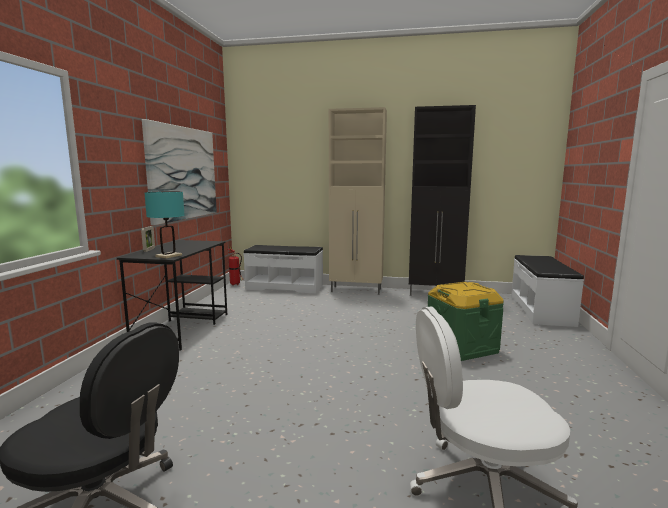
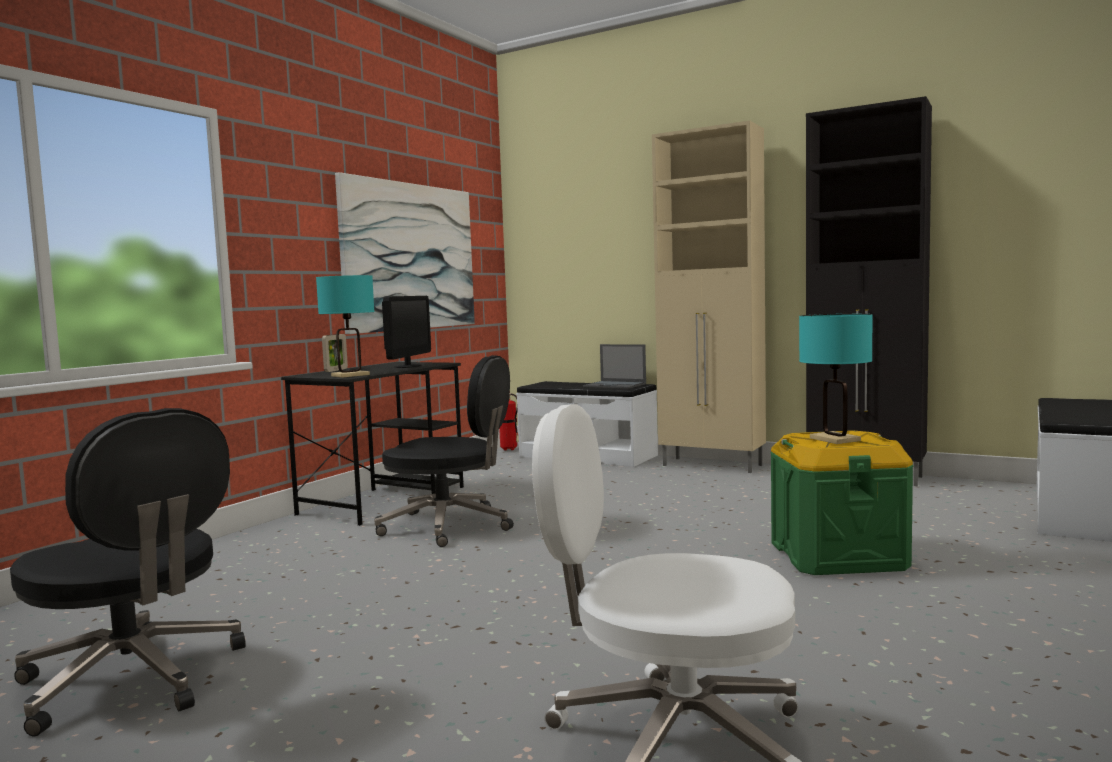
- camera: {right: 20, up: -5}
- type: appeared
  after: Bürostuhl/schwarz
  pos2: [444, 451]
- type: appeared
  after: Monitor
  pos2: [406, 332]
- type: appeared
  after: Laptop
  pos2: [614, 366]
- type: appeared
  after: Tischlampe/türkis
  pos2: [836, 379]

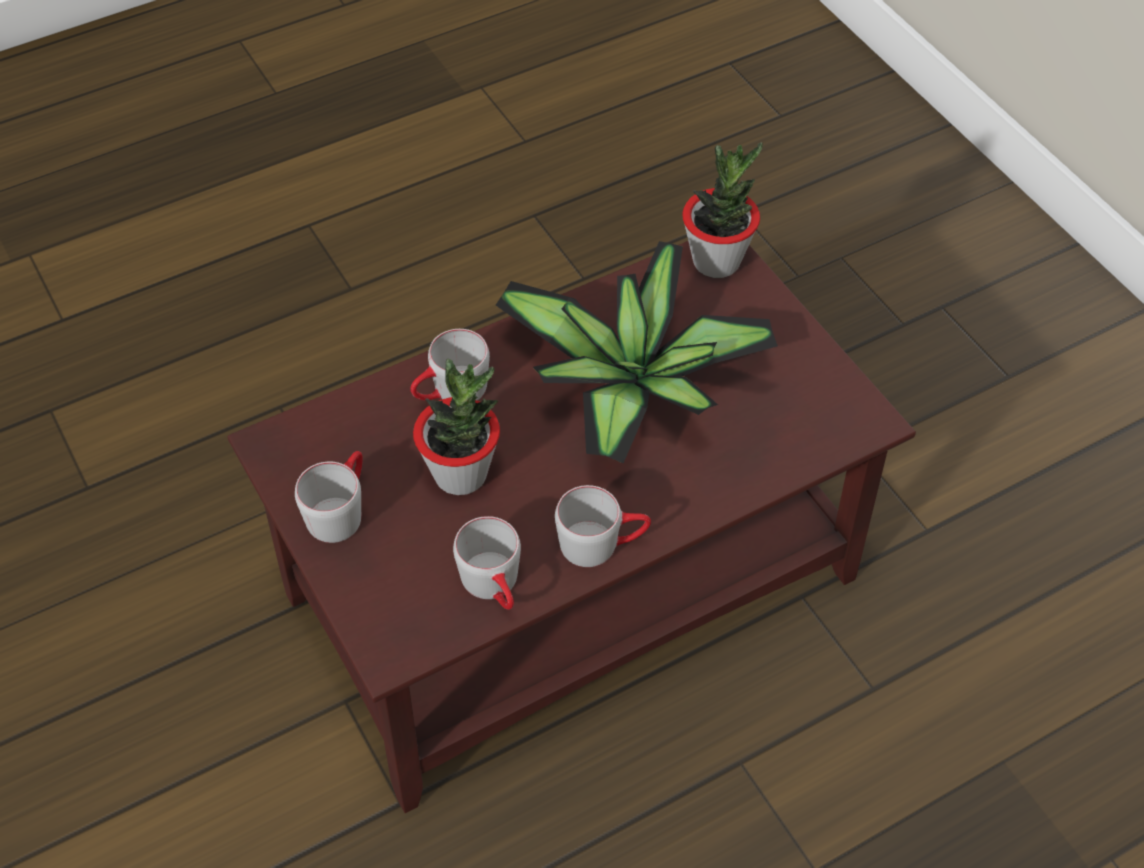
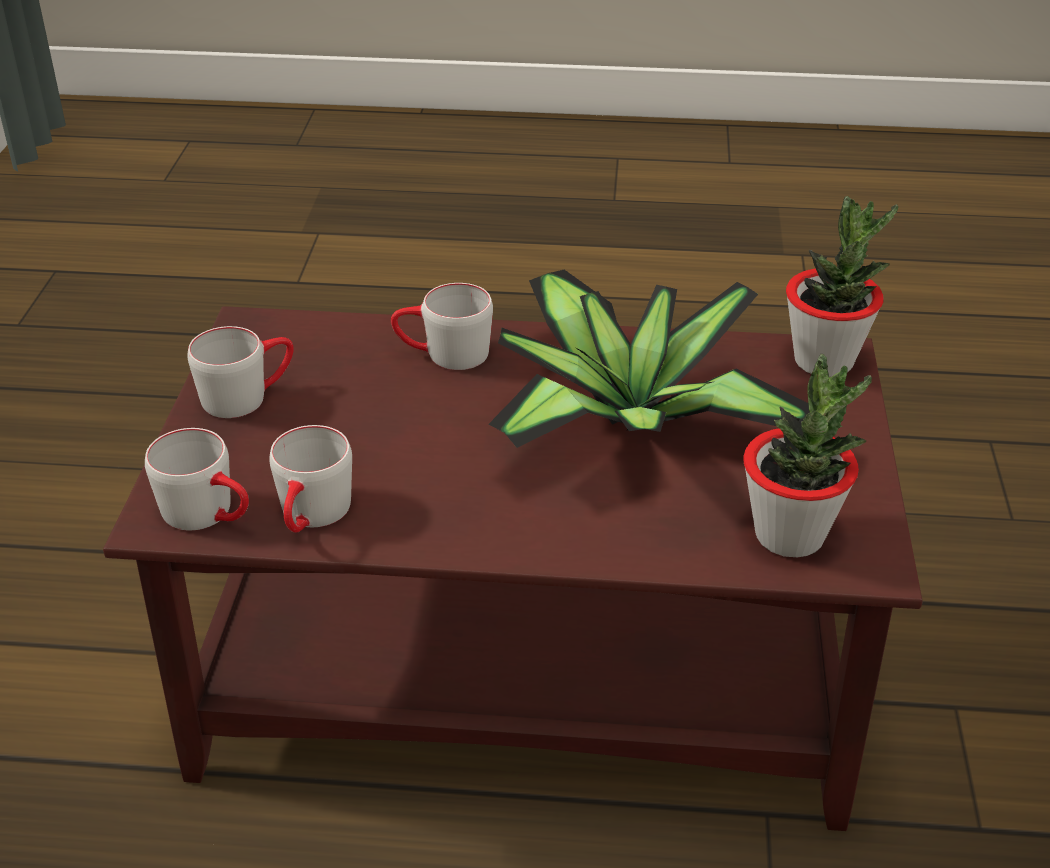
- camera: {right: 35, up: -15}
- type: relocated
  before: Henkelbecher/grau
  pos1: [603, 526]
  pos2: [197, 479]
- type: relocated
  before: Topfpflanze
  pos1: [456, 426]
  pos2: [807, 455]

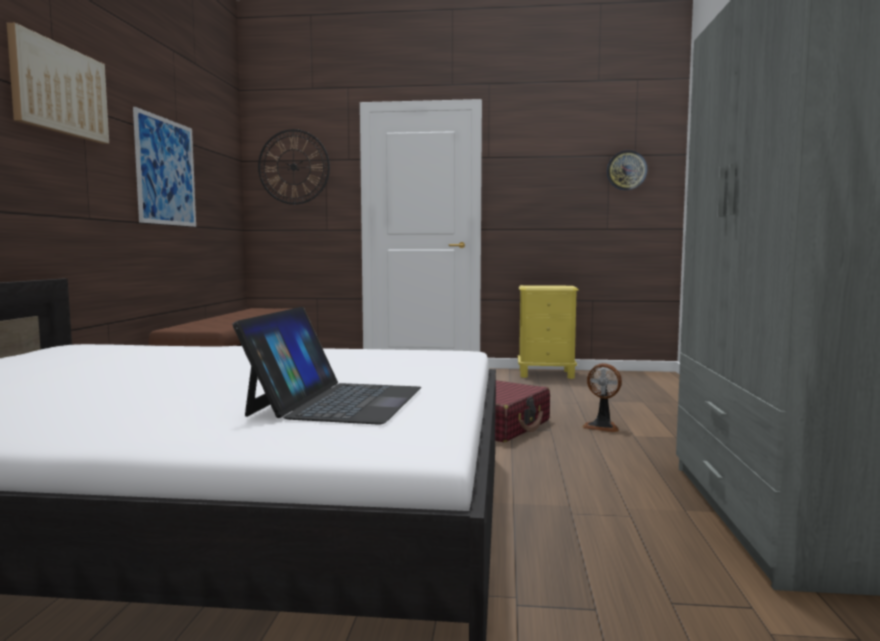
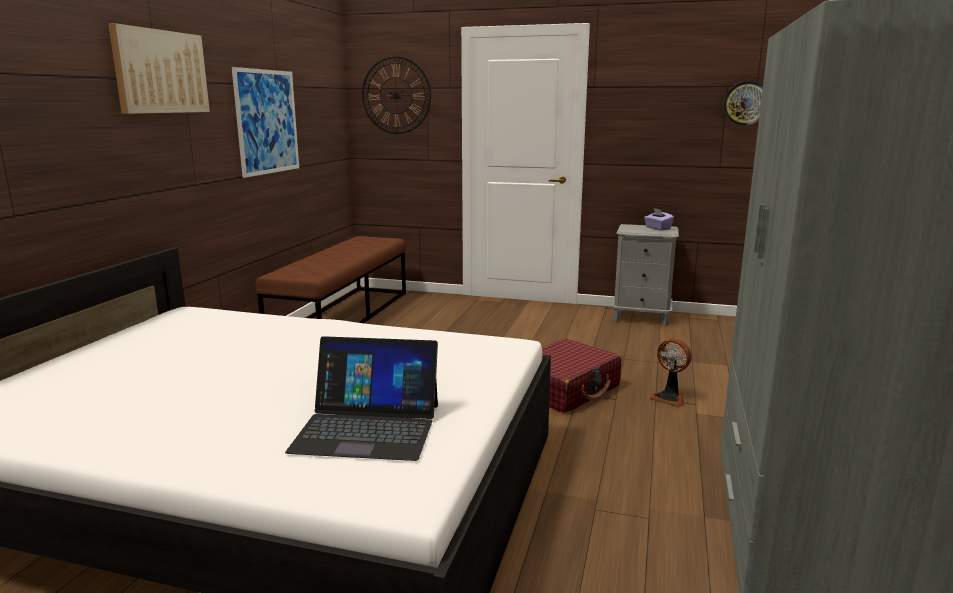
- camera: {right: 10, up: 10}
- type: spun
  before: Laptop
  pos1: [326, 366]
  pos2: [361, 398]
  turn: 75
- type: colour
  before: Nachttisch/gelb
  after: Nachttisch/grau
  pos1: [548, 332]
  pos2: [645, 275]
- type: appeared
  after: Taschentuchbox/lila
  pos2: [659, 219]

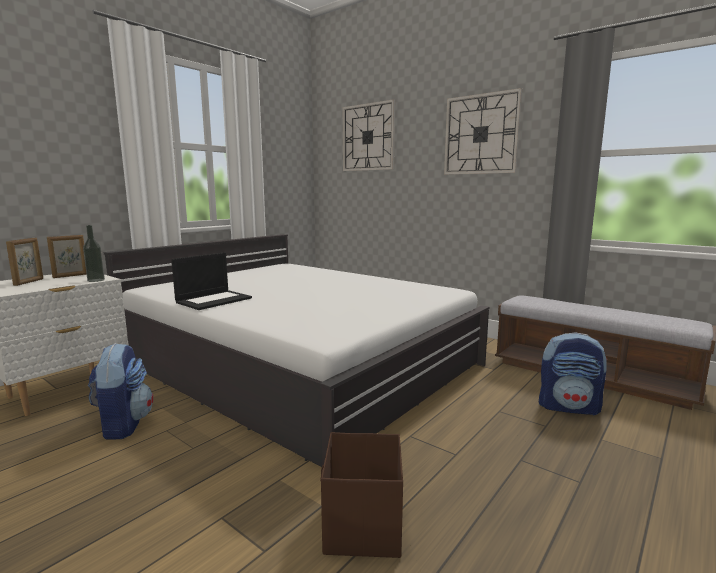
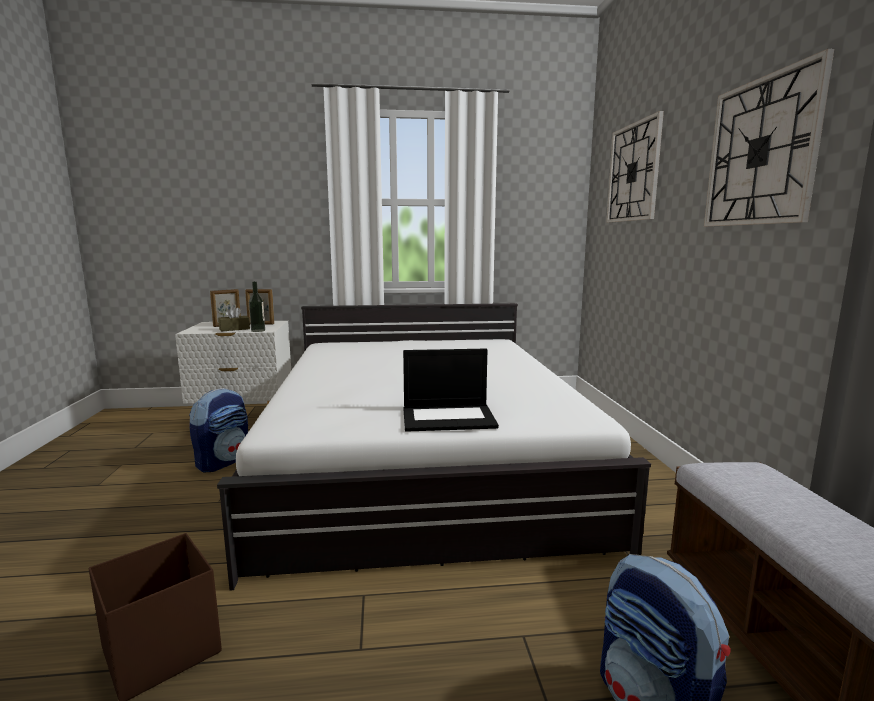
- camera: {right: 45, up: 0}
- type: appeared
  after: Taschentuchbox/braun
  pos2: [234, 319]
- type: relocated
  before: Laptop
  pos1: [211, 281]
  pos2: [451, 390]

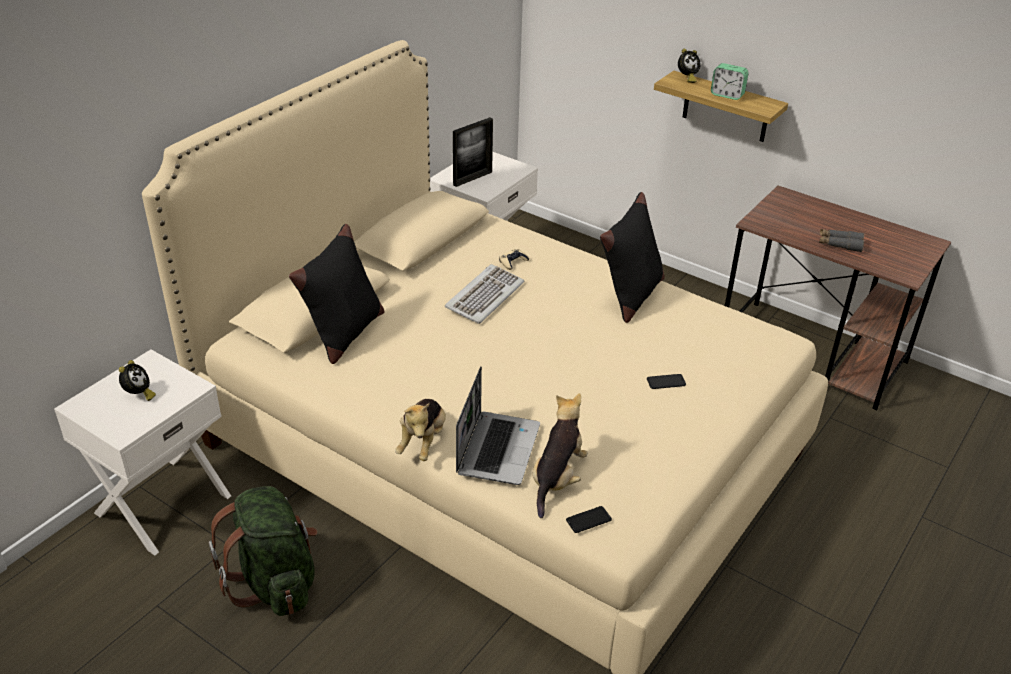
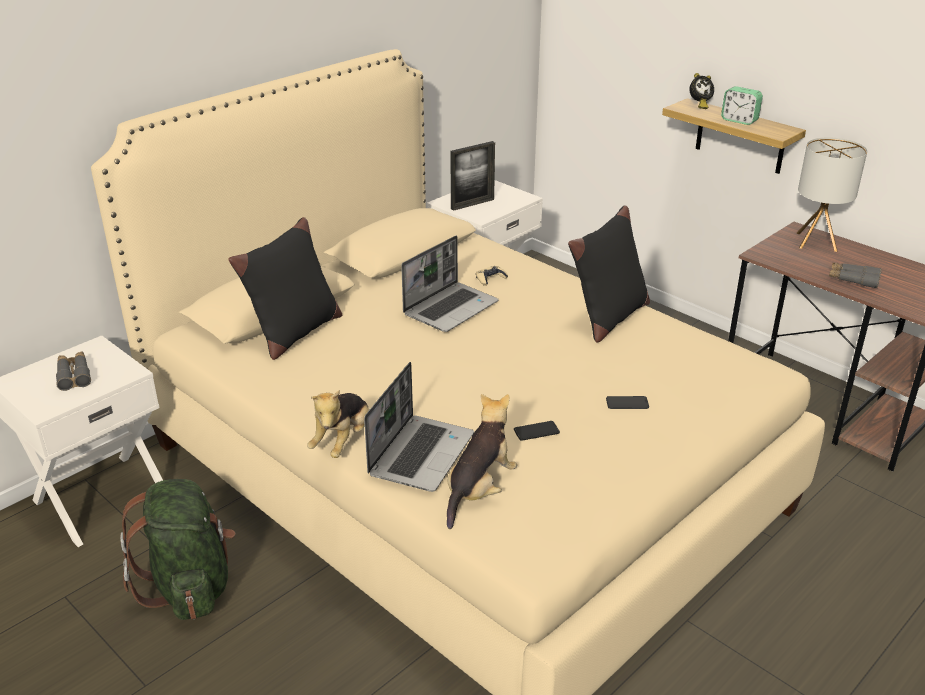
- camera: {right: 10, up: -5}
- type: exchanged
  before: Wecker
  after: Fernglas/grau
  pos1: [137, 380]
  pos2: [73, 371]
- type: exchanged
  before: Tastatur
  after: Laptop
  pos1: [484, 294]
  pos2: [450, 283]
- type: relocated
  before: Handy
  pos1: [589, 519]
  pos2: [537, 431]
- type: appeared
  after: Tischlampe
  pos2: [832, 194]

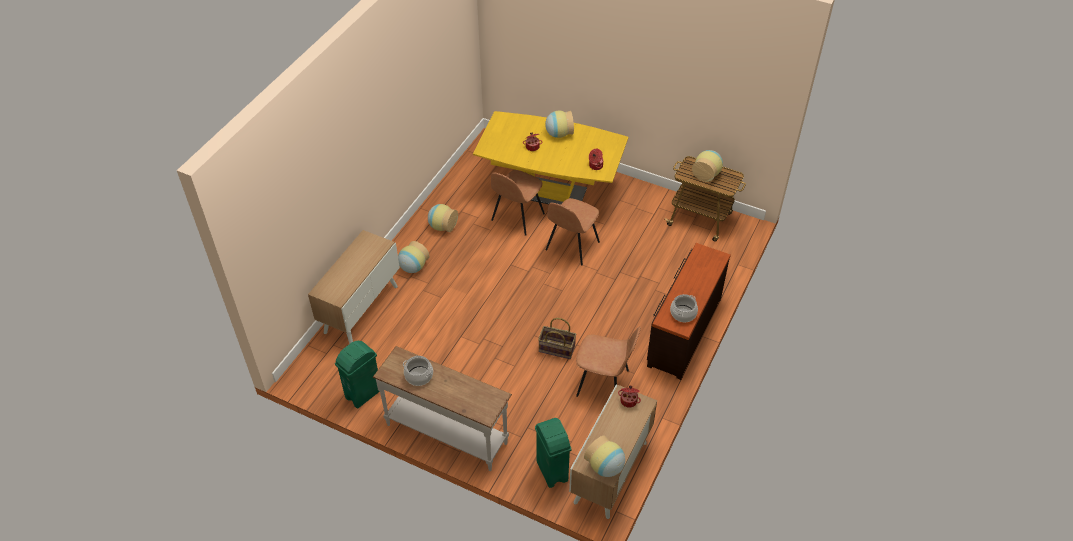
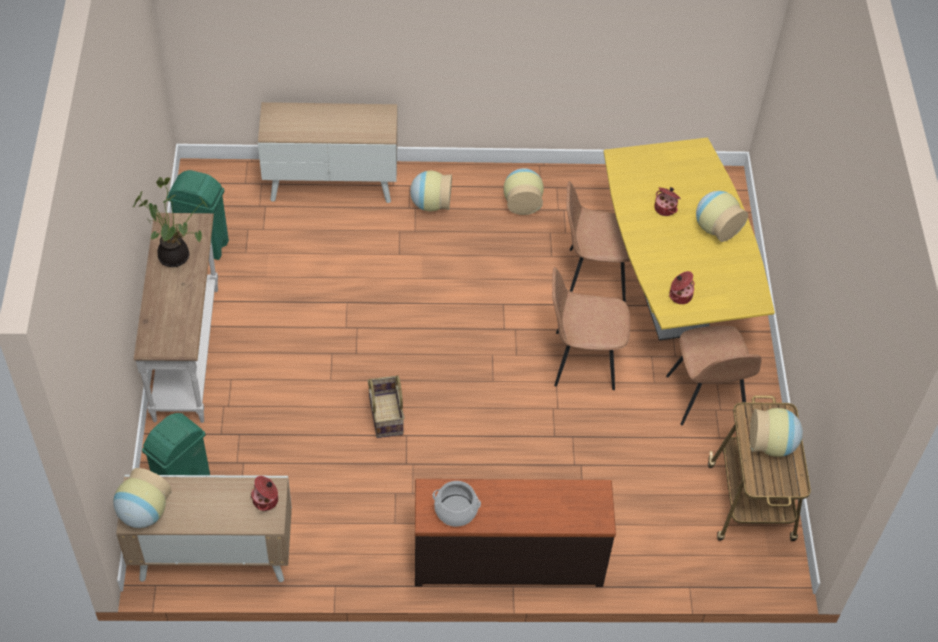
- camera: {right: 60, up: 5}
- type: exchanged
  before: Kochtopf
  after: Topfpflanze
  pos1: [418, 371]
  pos2: [171, 222]
- type: relocated
  before: Stuhl/braun
  pos1: [608, 362]
  pos2: [714, 375]

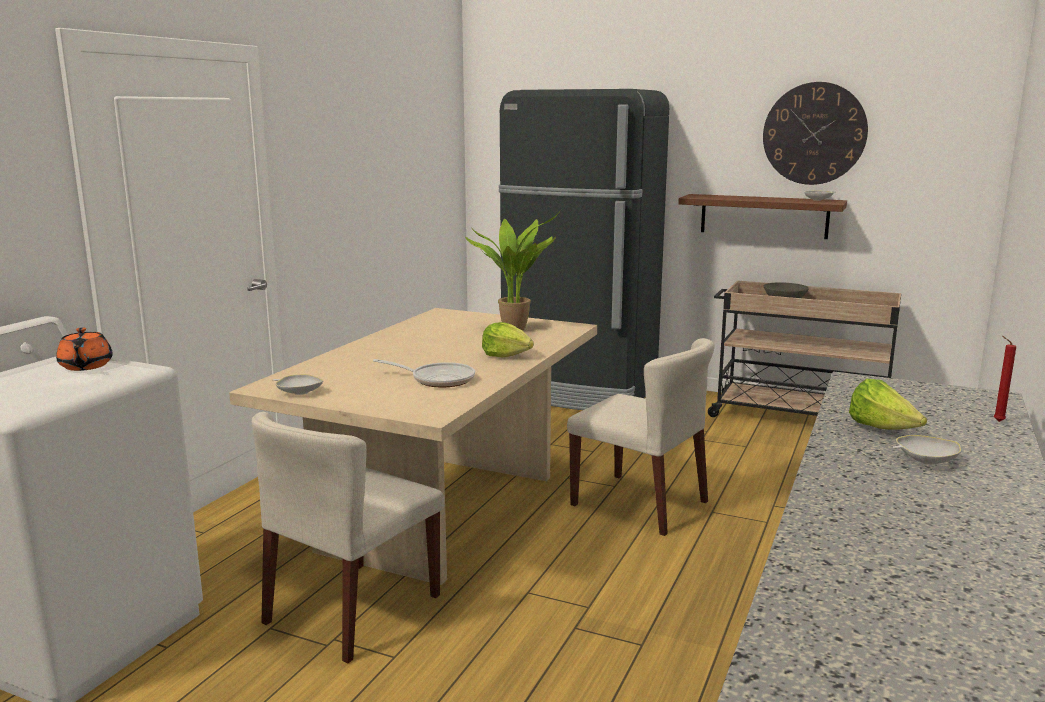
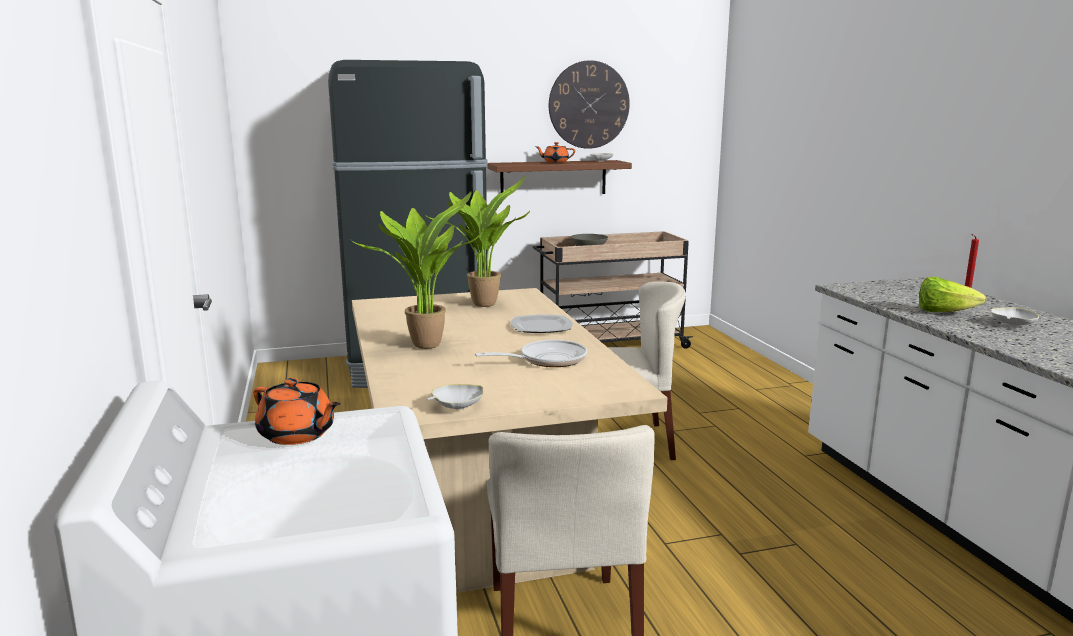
- camera: {right: -40, up: 0}
- type: appeared
  after: Topfpflanze
  pos2: [416, 270]
- type: exchanged
  before: Salatkopf
  after: Teller
  pos1: [508, 339]
  pos2: [542, 323]
- type: appeared
  after: Teekanne/orange
  pos2: [555, 152]

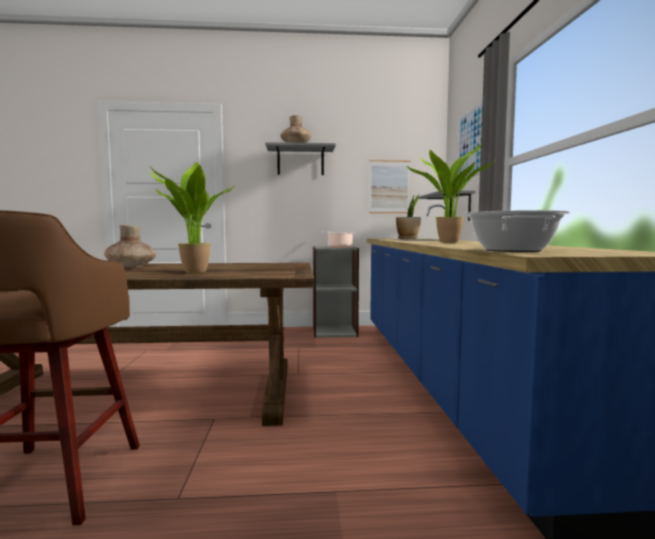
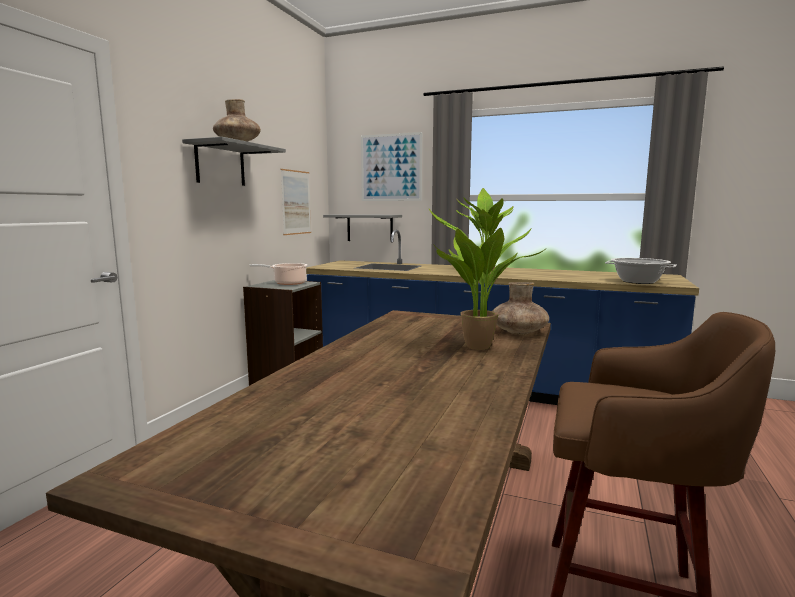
- camera: {right: -65, up: 5}
- type: relocated
  before: Vase/braun
  pos1: [130, 246]
  pos2: [521, 308]
- type: missing
  before: Topfpflanze
  pos1: [408, 216]

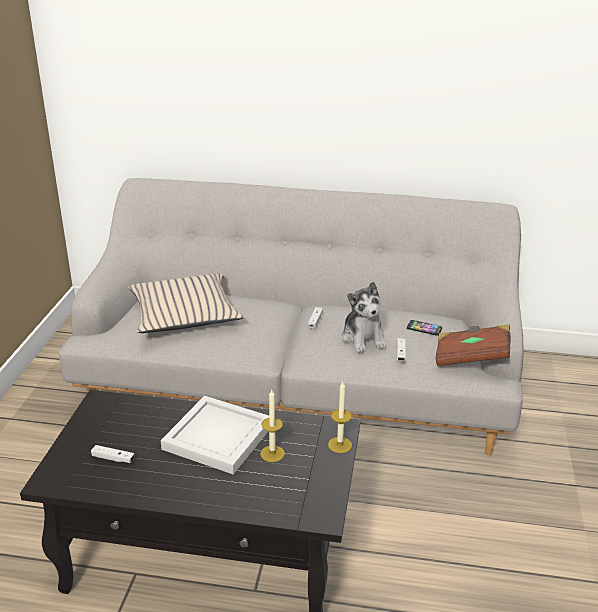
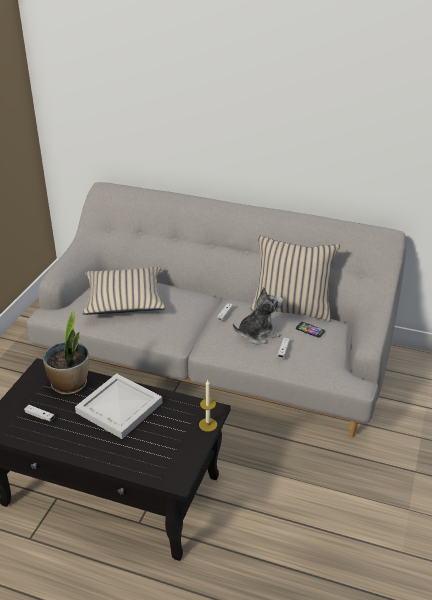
- camera: {right: 10, up: 5}
- type: appeared
  after: Topfpflanze
  pos2: [66, 352]
- type: spun
  before: Plüschtier
  pos1: [364, 317]
  pos2: [258, 315]
  turn: -105
- type: appeared
  after: Kissen/beige
  pos2: [295, 279]
- type: missing
  before: Kerze
  pos1: [272, 426]
- type: missing
  before: Buch/braun
  pos1: [473, 345]

